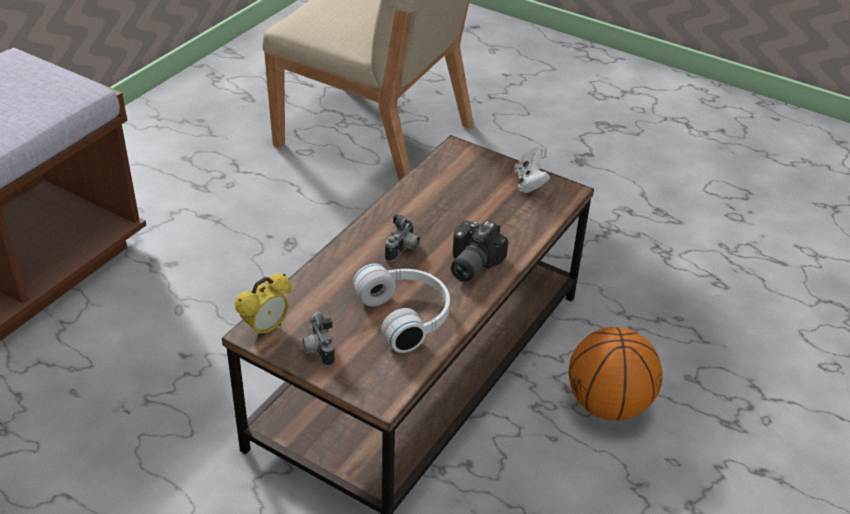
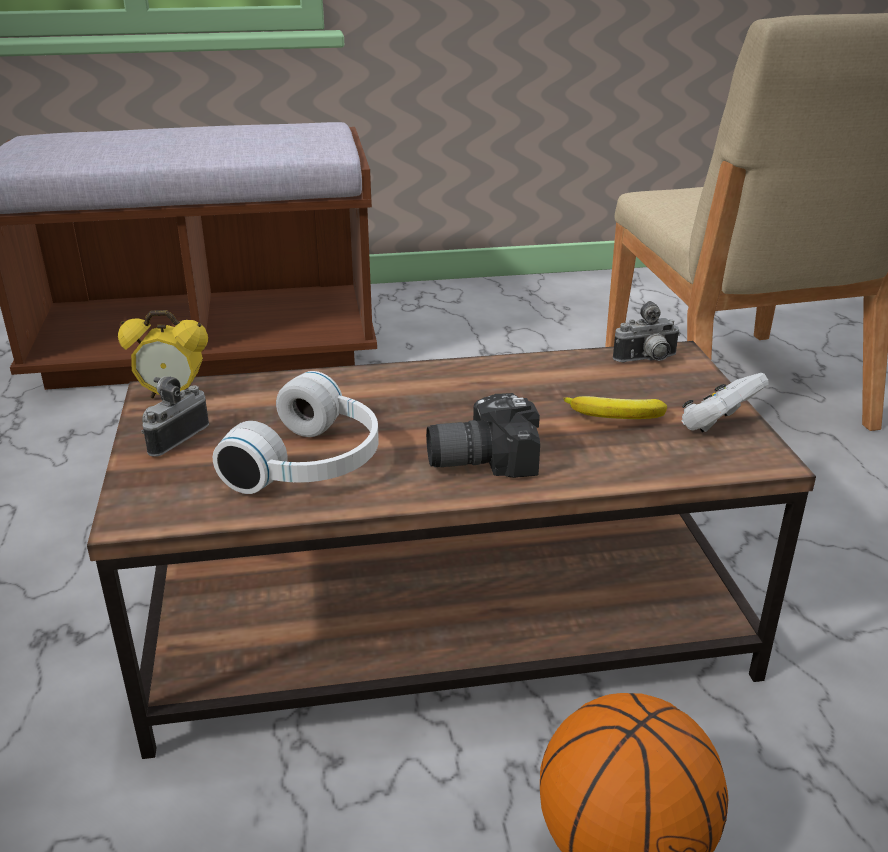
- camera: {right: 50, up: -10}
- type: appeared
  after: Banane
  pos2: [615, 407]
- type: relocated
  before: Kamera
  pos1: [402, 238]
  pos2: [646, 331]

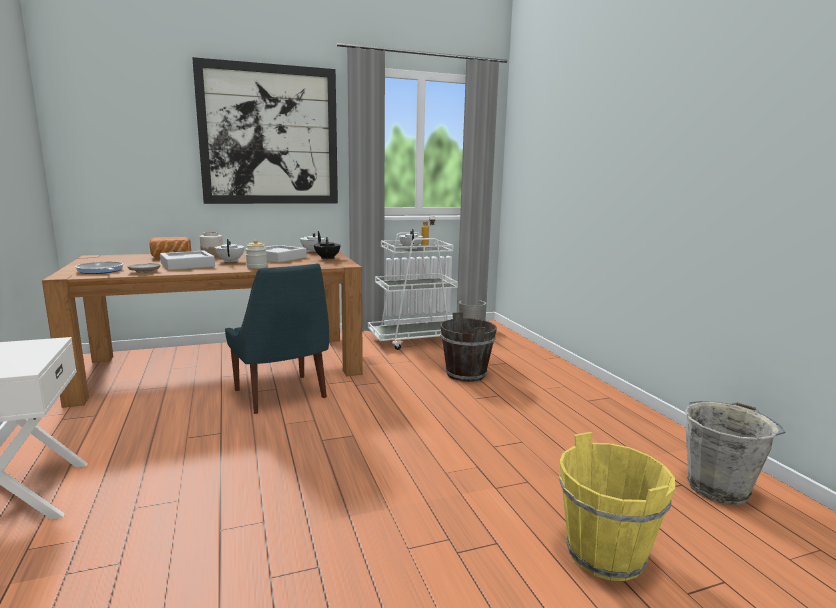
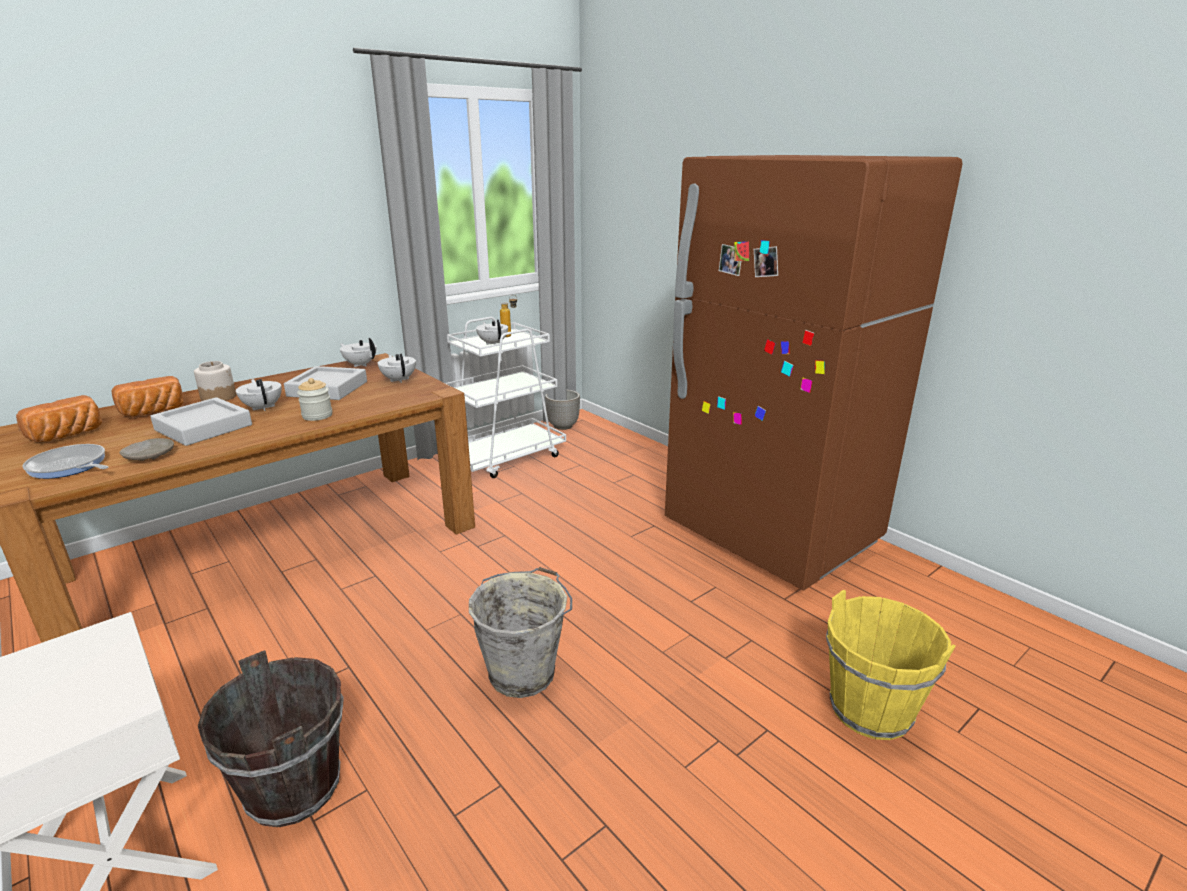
- camera: {right: -20, up: 10}
- type: appeared
  after: Brot
  pos2: [59, 418]
- type: relocated
  before: Eimer/braun
  pos1: [468, 347]
  pos2: [271, 738]
- type: colour
  before: Teekanne/schwarz
  after: Teekanne/weiß
  pos1: [327, 248]
  pos2: [397, 368]
- type: relocated
  before: Eimer/grau
  pos1: [735, 453]
  pos2: [520, 632]
- type: appeared
  after: Kühlschrank/braun
  pos2: [814, 372]
- type: missing
  before: Bild
  pos1: [265, 130]
- type: missing
  before: Stuhl/blau
  pos1: [277, 339]

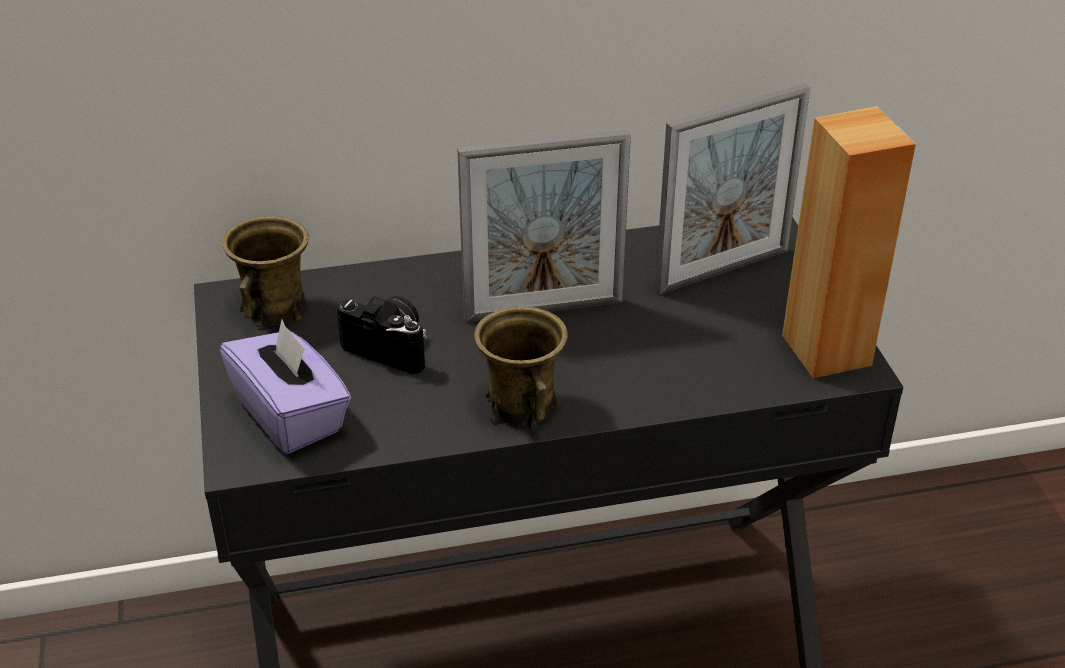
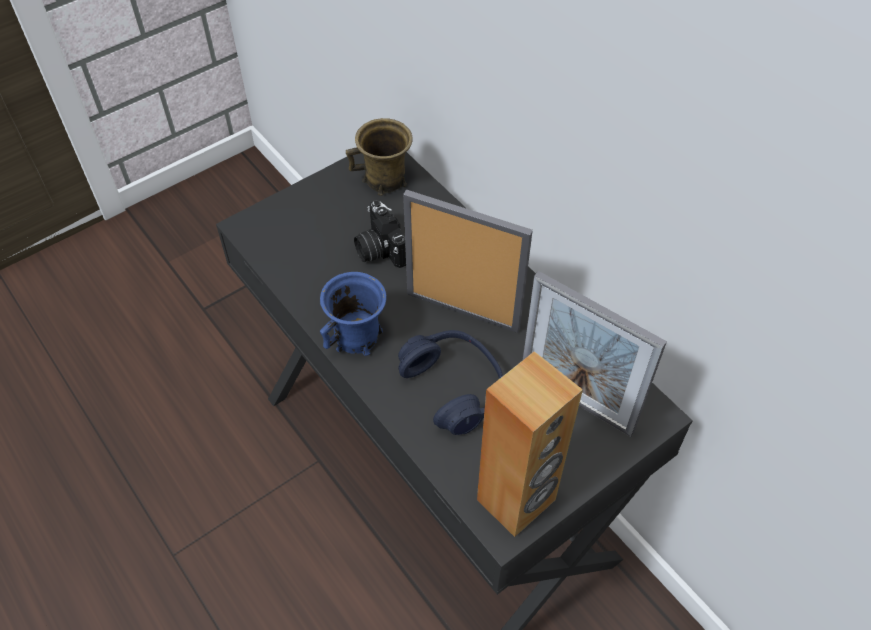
- camera: {right: 65, up: 15}
- type: colour
  before: Henkelbecher/braun
  after: Henkelbecher/blau
  pos1: [521, 367]
  pos2: [353, 314]
- type: spun
  before: Kamera
  pos1: [381, 335]
  pos2: [380, 234]
  turn: 150
- type: appeared
  after: Kopfhörer/blau
  pos2: [450, 382]
- type: spun
  before: Bilderrahmen
  pos1: [544, 226]
  pos2: [468, 261]
  turn: 150
- type: missing
  before: Taschentuchbox/lila
  pos1: [285, 387]

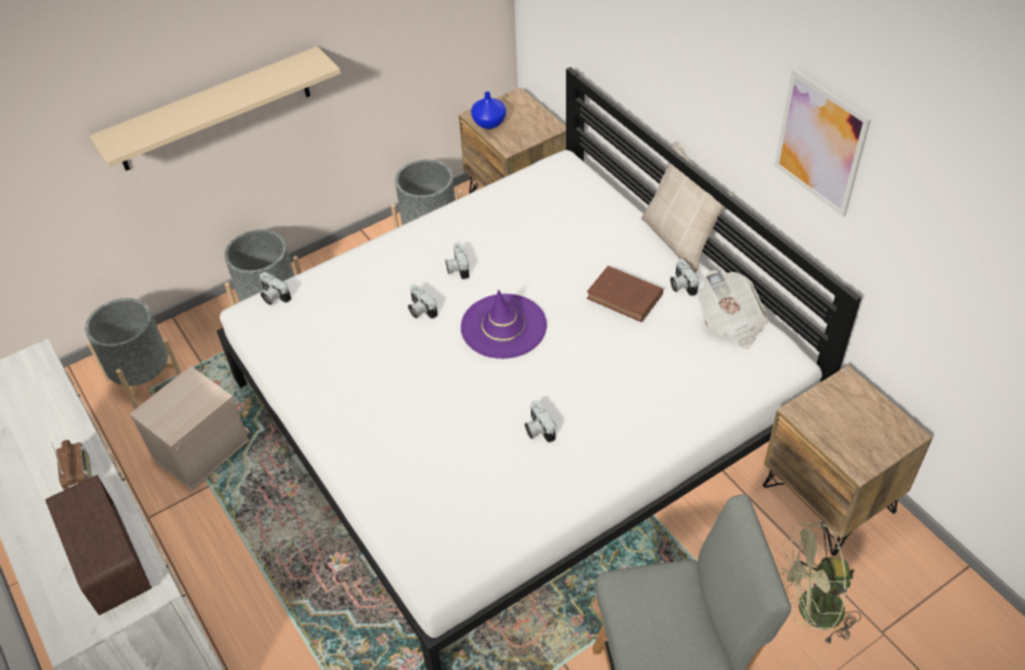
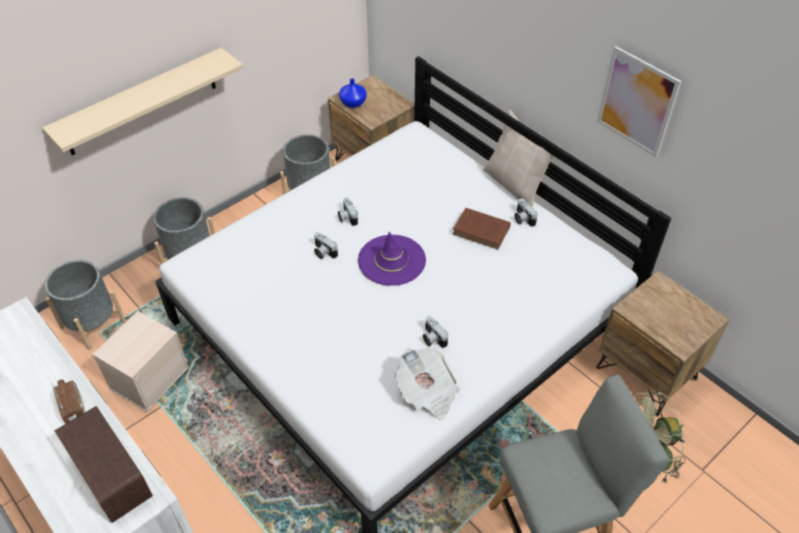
- camera: {right: -10, up: 0}
- type: relocated
  before: Zeitung
  pos1: [732, 309]
  pos2: [427, 384]
- type: missing
  before: Kamera
  pos1: [275, 288]

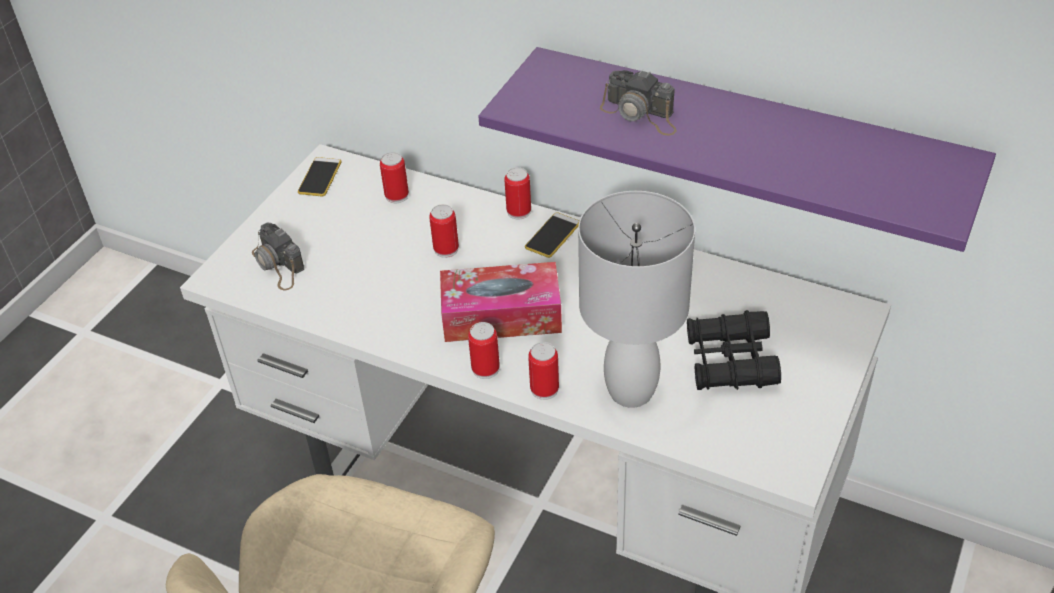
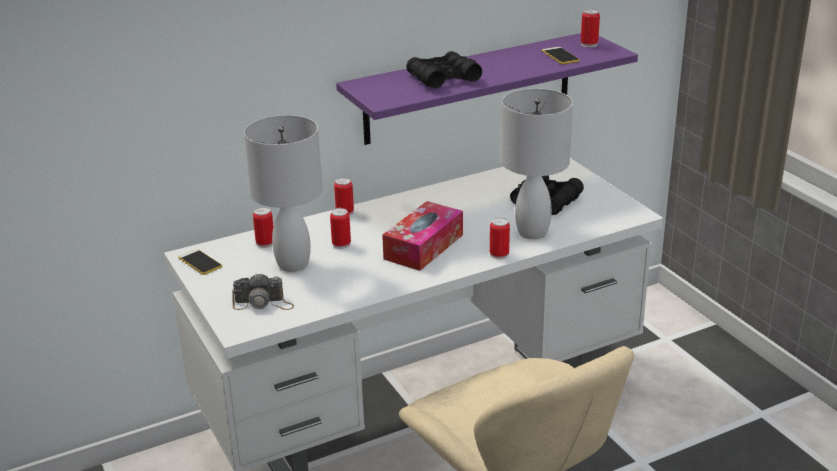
- camera: {right: -55, up: -15}
- type: appeared
  after: Tischlampe/weiß
  pos2: [283, 193]
- type: exchanged
  before: Kamera
  after: Fernglas/schwarz
  pos1: [638, 102]
  pos2: [444, 69]
- type: relocated
  before: Handy
  pos1: [552, 235]
  pos2: [561, 55]
- type: relocated
  before: Dose
  pos1: [484, 350]
  pos2: [590, 28]

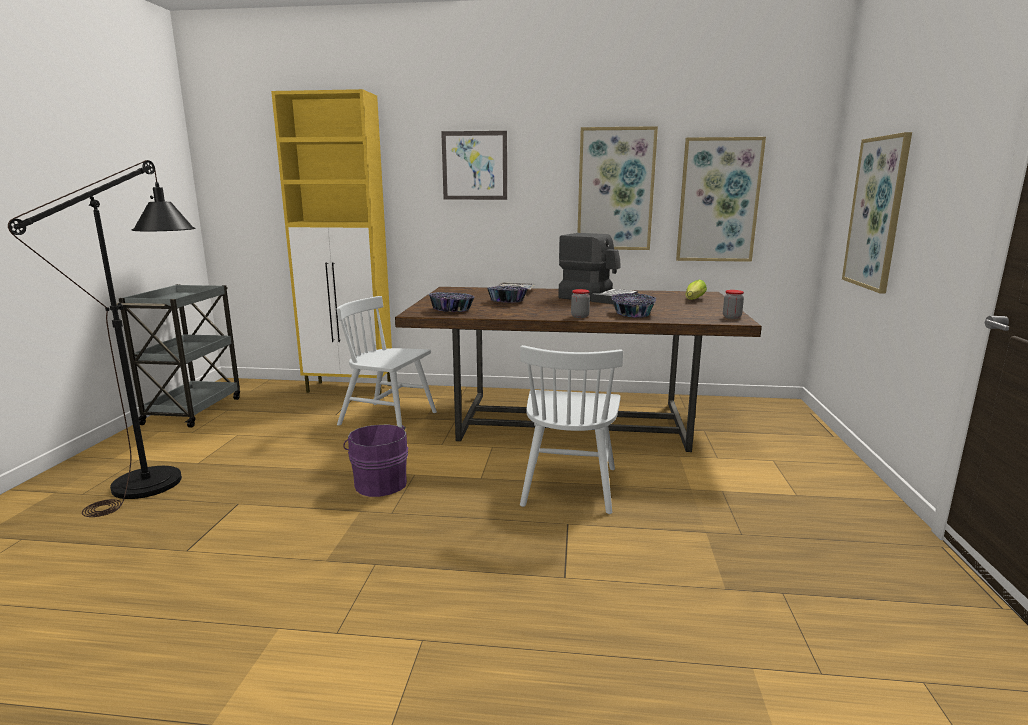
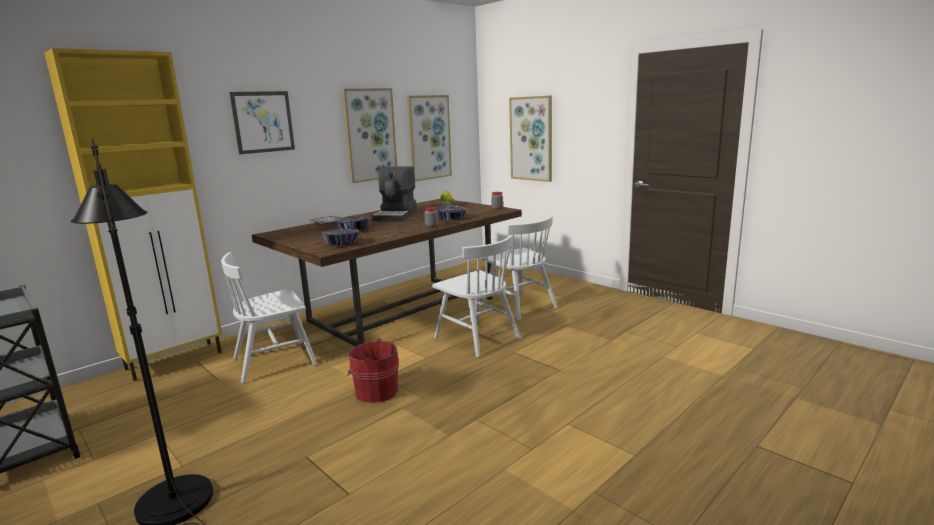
- camera: {right: -50, up: 0}
- type: colour
  before: Eimer/lila
  after: Eimer/rot
  pos1: [375, 461]
  pos2: [373, 370]
- type: spun
  before: Kaffeemaschine
  pos1: [598, 268]
  pos2: [394, 193]
  turn: 120
- type: appeared
  after: Stuhl/weiß
  pos2: [520, 268]

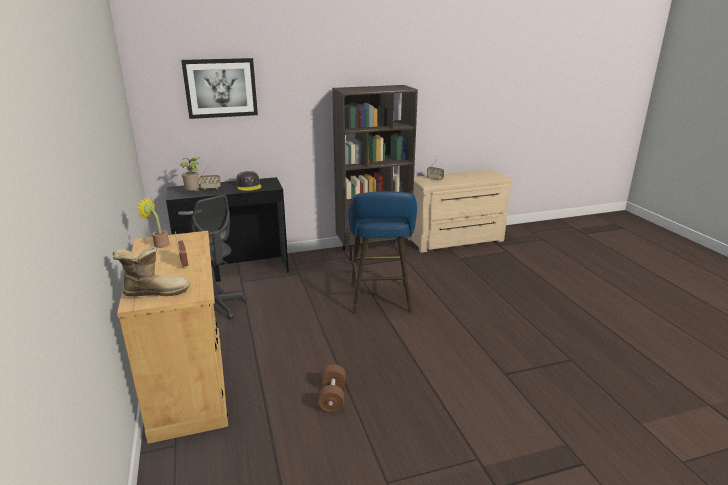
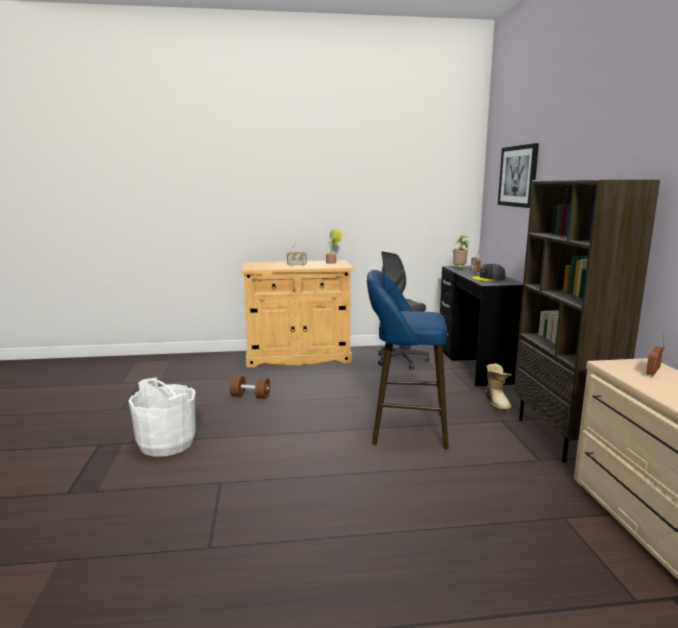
- camera: {right: 100, up: -10}
- type: appeared
  after: Eimer/weiß
  pos2: [162, 417]
- type: relocated
  before: Stiefel
  pos1: [151, 271]
  pos2: [498, 387]

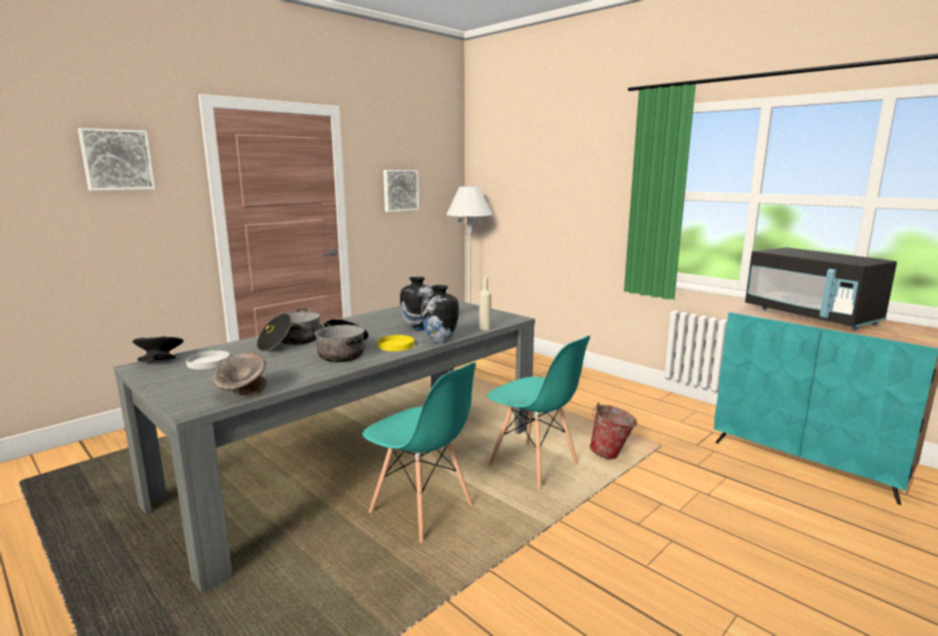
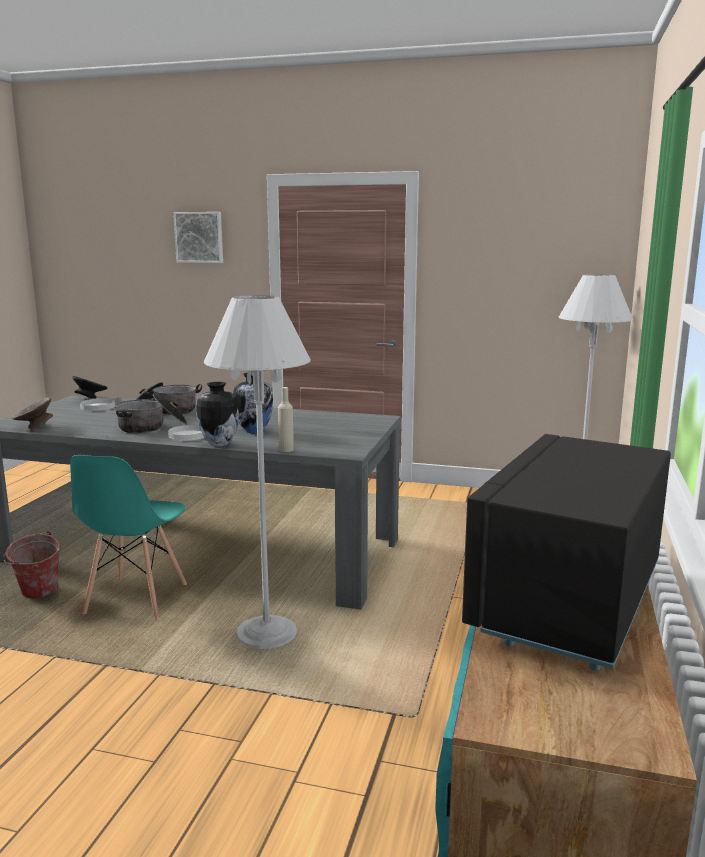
- camera: {right: 60, up: 0}
- type: relocated
  before: Eimer
  pos1: [613, 431]
  pos2: [32, 564]
- type: colour
  before: Teller/gelb
  after: Teller/weiß
  pos1: [396, 343]
  pos2: [186, 433]
- type: exchanged
  before: Stuhl/türkis
  after: Stehlampe/weiß
  pos1: [538, 413]
  pos2: [257, 472]
- type: missing
  before: Bild
  pos1: [401, 191]

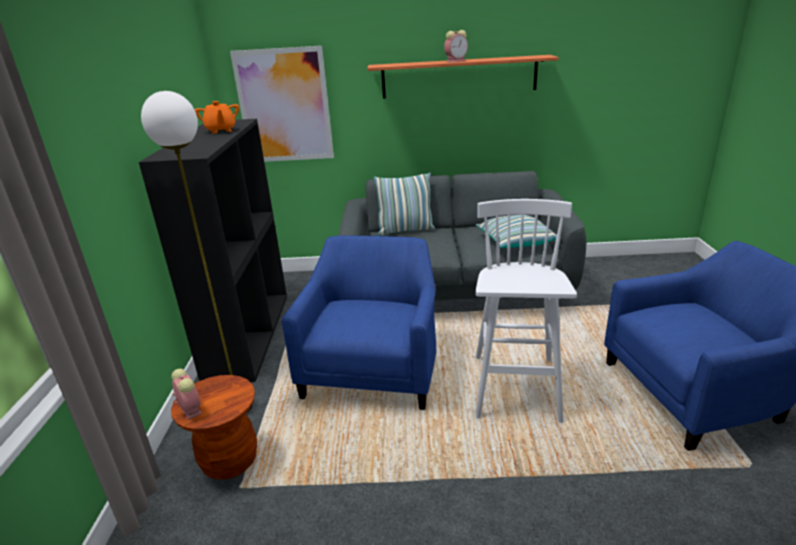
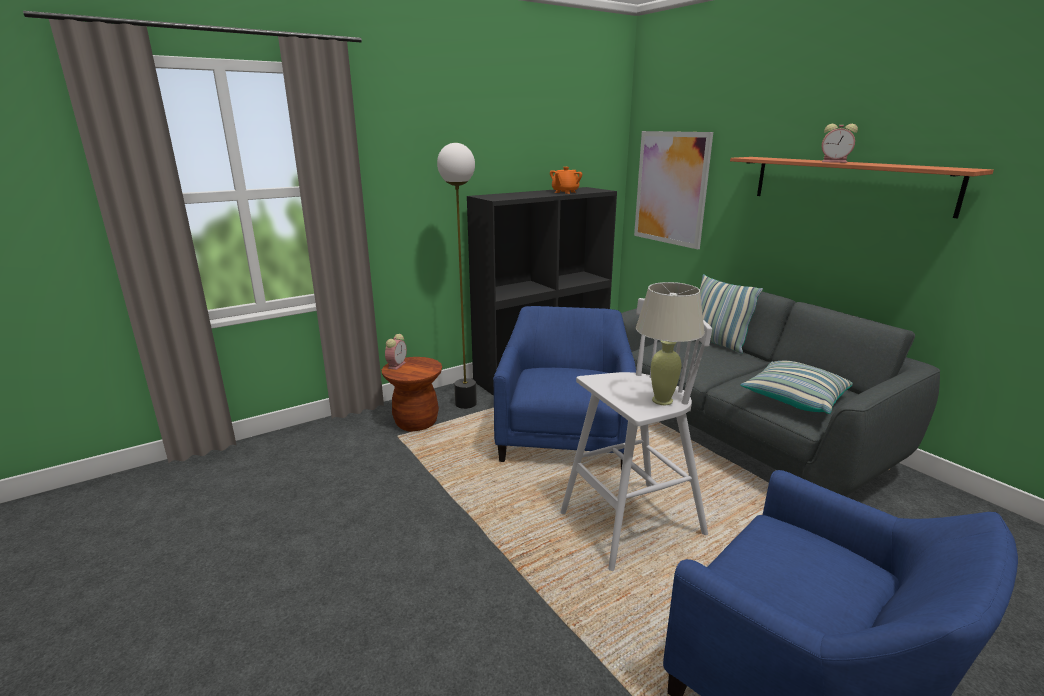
- camera: {right: 55, up: -5}
- type: spun
  before: Sessel/blau
  pos1: [358, 322]
  pos2: [564, 388]
  turn: -60
- type: appeared
  after: Tischlampe/beige
  pos2: [670, 343]

